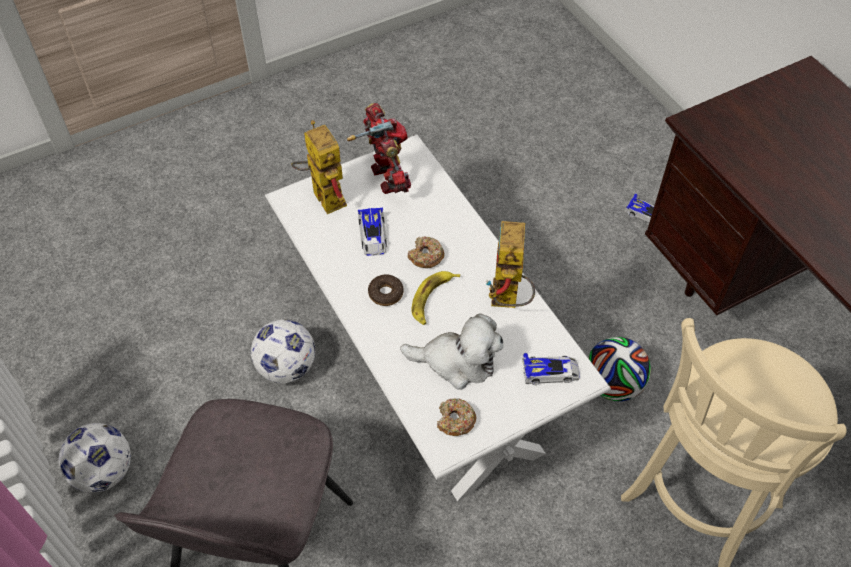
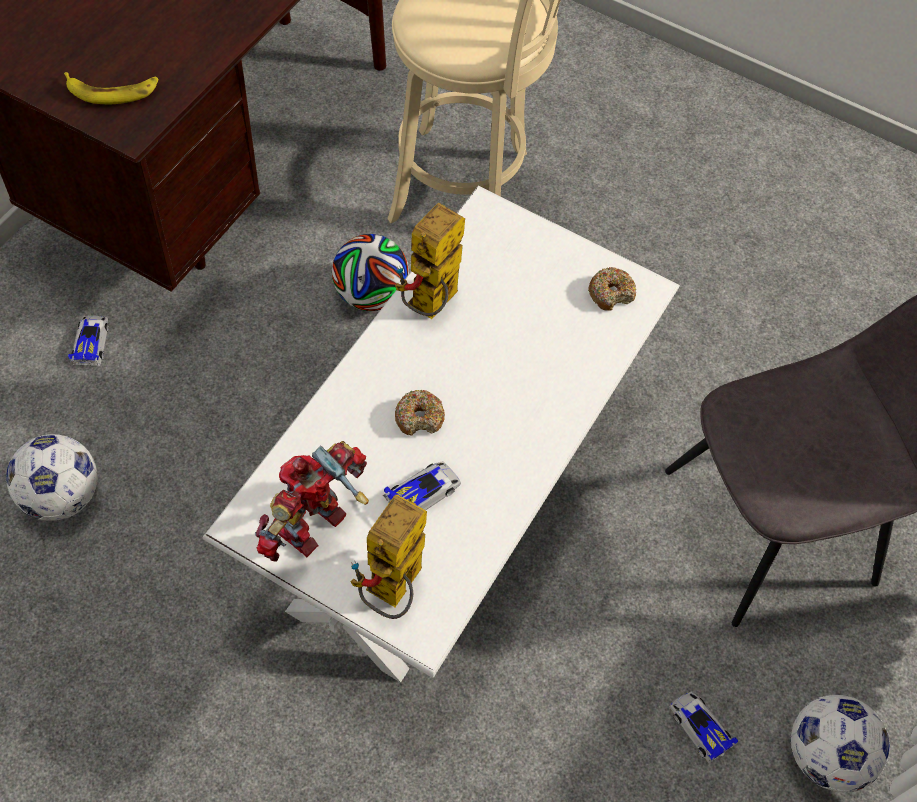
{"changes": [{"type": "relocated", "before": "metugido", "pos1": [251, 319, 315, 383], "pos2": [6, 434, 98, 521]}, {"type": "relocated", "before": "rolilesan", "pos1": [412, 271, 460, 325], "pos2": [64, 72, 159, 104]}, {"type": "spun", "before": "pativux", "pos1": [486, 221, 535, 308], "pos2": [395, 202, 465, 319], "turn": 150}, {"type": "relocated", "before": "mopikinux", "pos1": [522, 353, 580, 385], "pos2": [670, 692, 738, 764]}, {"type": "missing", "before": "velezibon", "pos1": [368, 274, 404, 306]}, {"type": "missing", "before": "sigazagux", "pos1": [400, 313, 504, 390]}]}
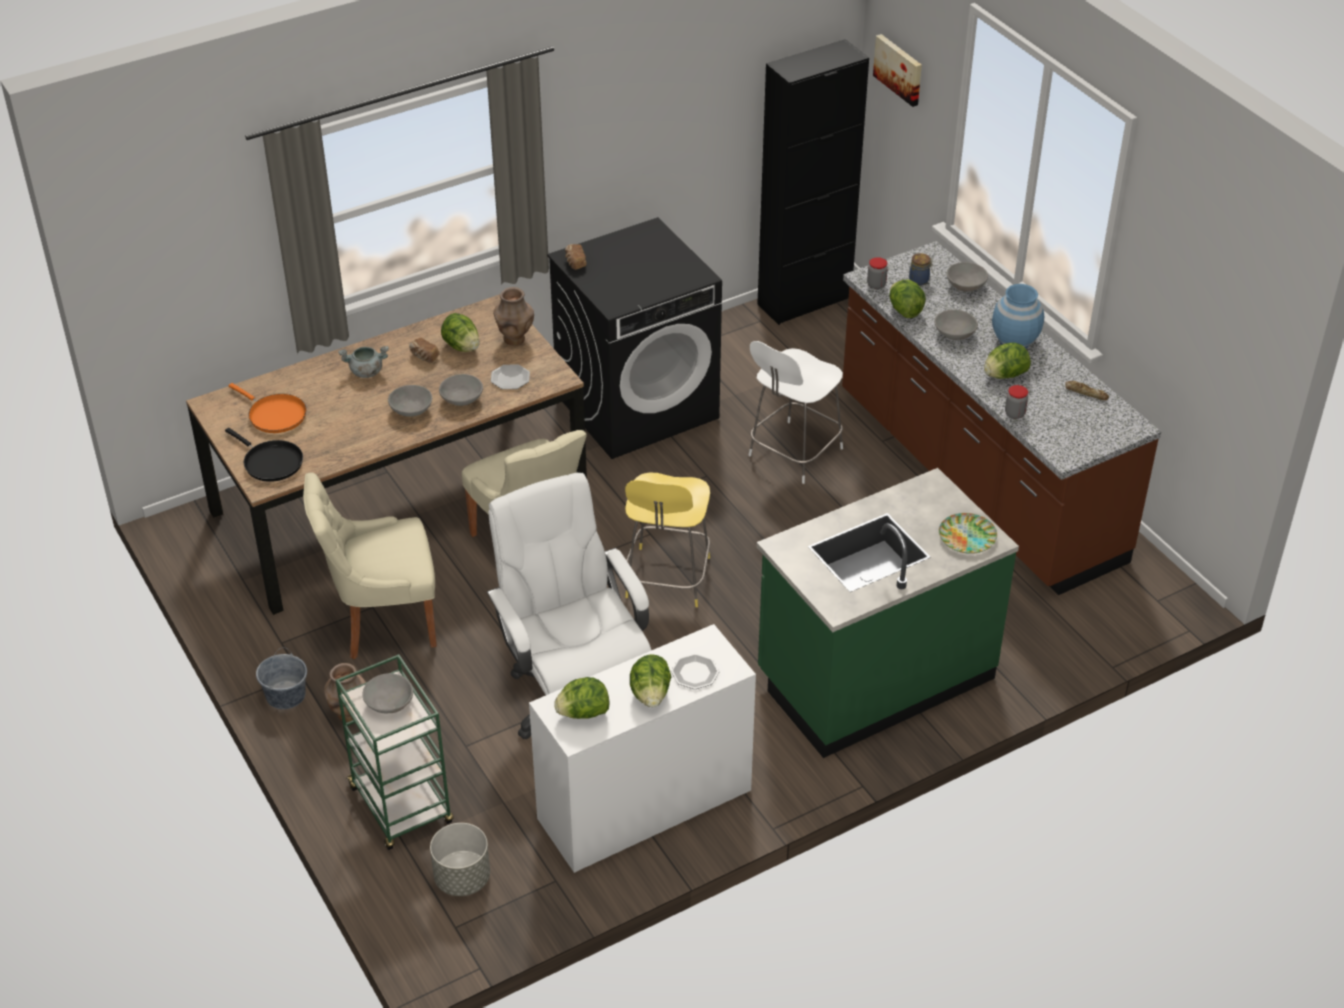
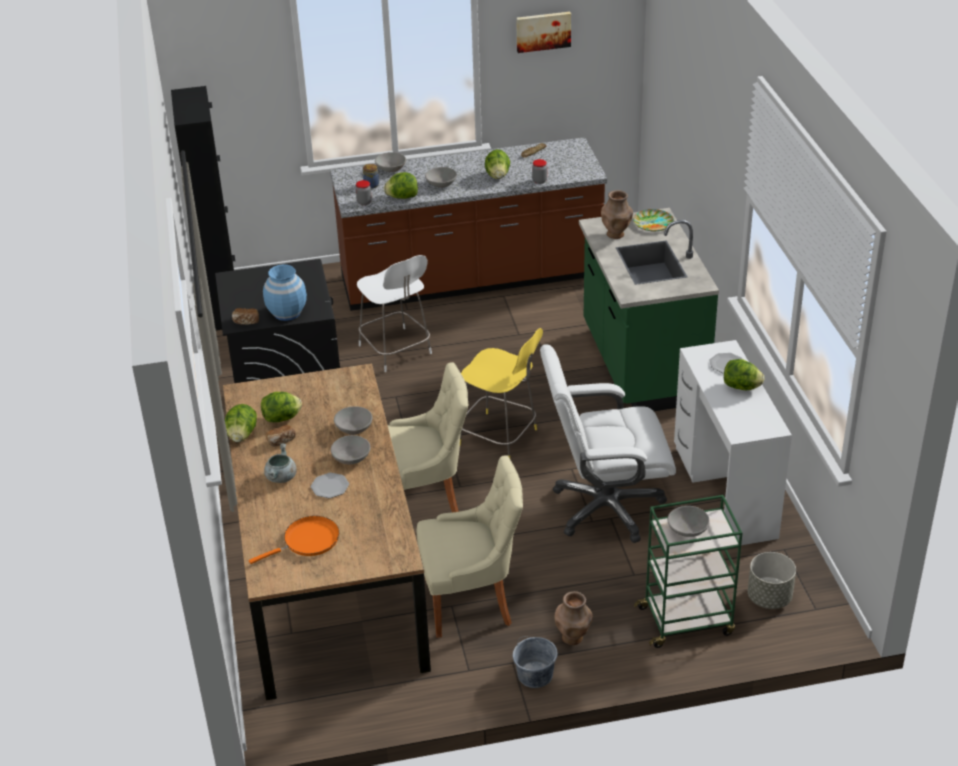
{"changes": [{"type": "relocated", "before": "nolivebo", "pos1": [554, 677, 609, 719], "pos2": [225, 404, 257, 442]}, {"type": "relocated", "before": "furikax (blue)", "pos1": [992, 284, 1044, 348], "pos2": [263, 264, 307, 321]}, {"type": "relocated", "before": "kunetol", "pos1": [491, 365, 530, 389], "pos2": [311, 473, 349, 498]}, {"type": "spun", "before": "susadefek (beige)", "pos1": [303, 472, 437, 659], "pos2": [416, 455, 523, 638], "turn": -105}, {"type": "relocated", "before": "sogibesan", "pos1": [873, 34, 922, 107], "pos2": [516, 12, 571, 53]}, {"type": "relocated", "before": "furikax (brown)", "pos1": [493, 287, 534, 346], "pos2": [601, 190, 633, 239]}, {"type": "missing", "before": "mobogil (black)", "pos1": [225, 428, 303, 482]}]}
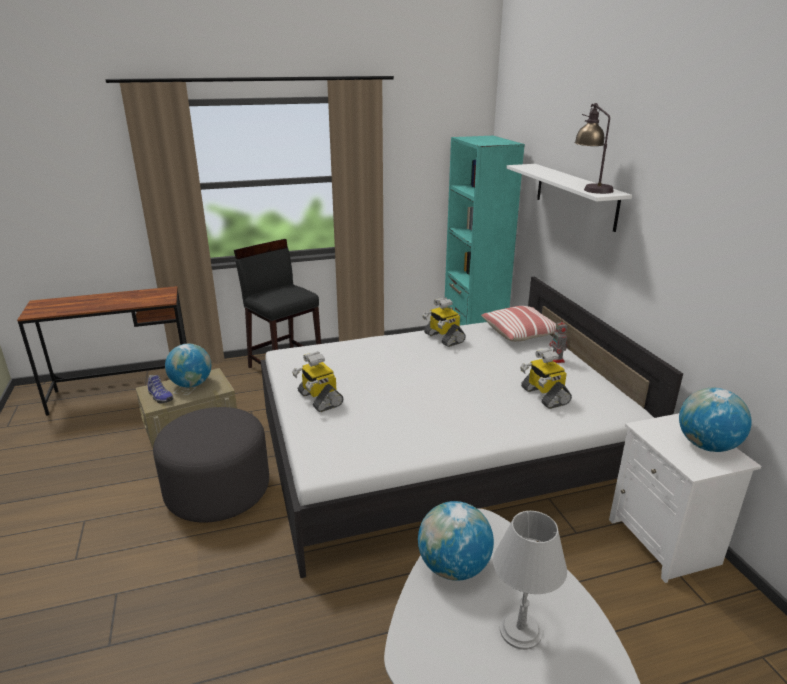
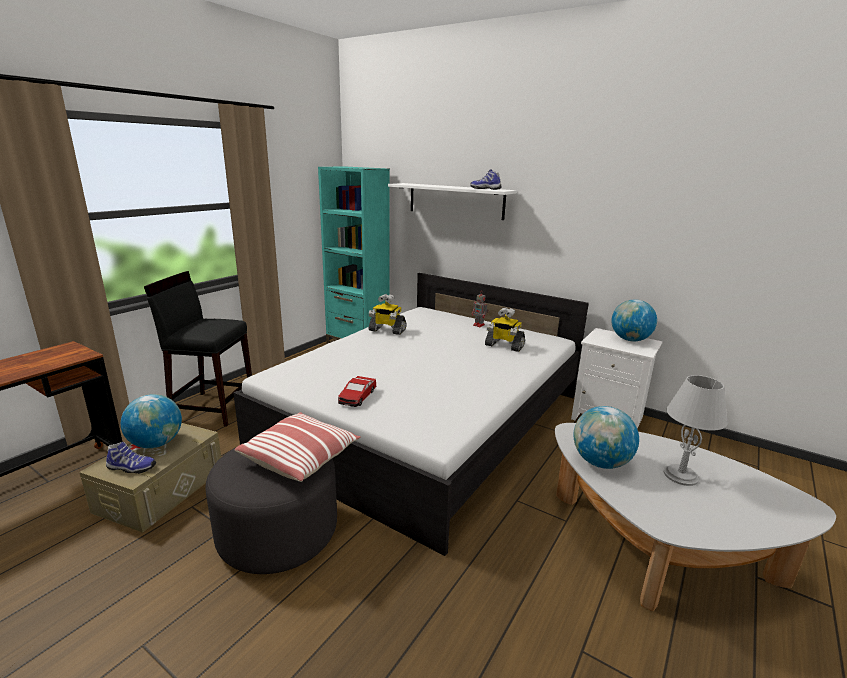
{"changes": [{"type": "relocated", "before": "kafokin", "pos1": [481, 306, 556, 342], "pos2": [235, 412, 361, 482]}, {"type": "exchanged", "before": "pativux", "after": "mopikinux", "pos1": [292, 352, 343, 412], "pos2": [338, 376, 376, 407]}, {"type": "exchanged", "before": "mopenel", "after": "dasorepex", "pos1": [574, 103, 614, 194], "pos2": [470, 169, 501, 190]}]}
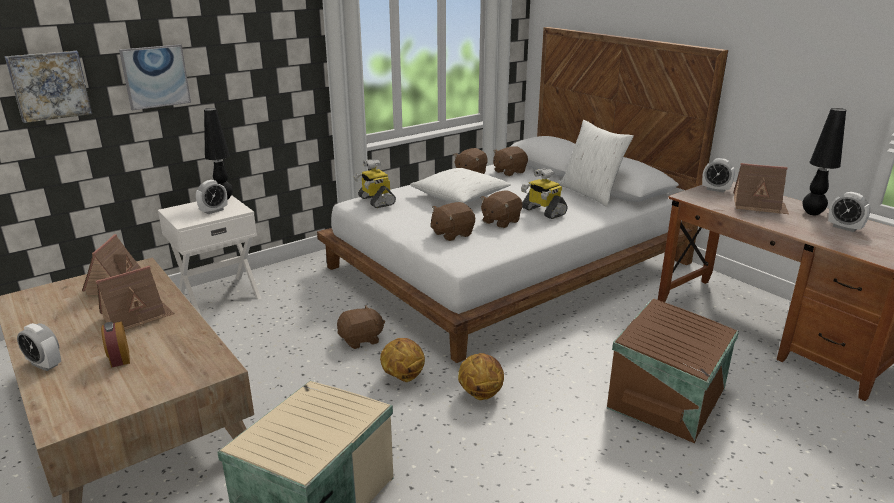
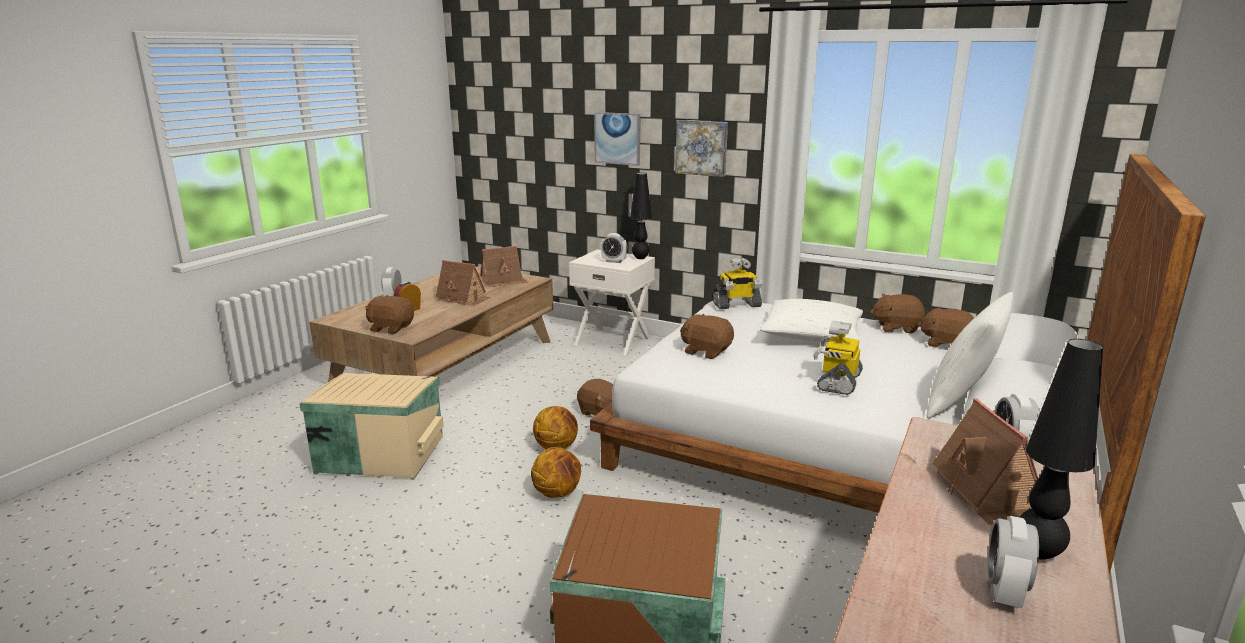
{"changes": [{"type": "relocated", "before": "sigazagux (brown)", "pos1": [481, 190, 523, 228], "pos2": [365, 295, 414, 334]}, {"type": "relocated", "before": "sogibesan", "pos1": [5, 51, 92, 123], "pos2": [675, 120, 728, 177]}, {"type": "spun", "before": "pativux", "pos1": [354, 159, 396, 208], "pos2": [713, 258, 762, 309], "turn": -135}]}
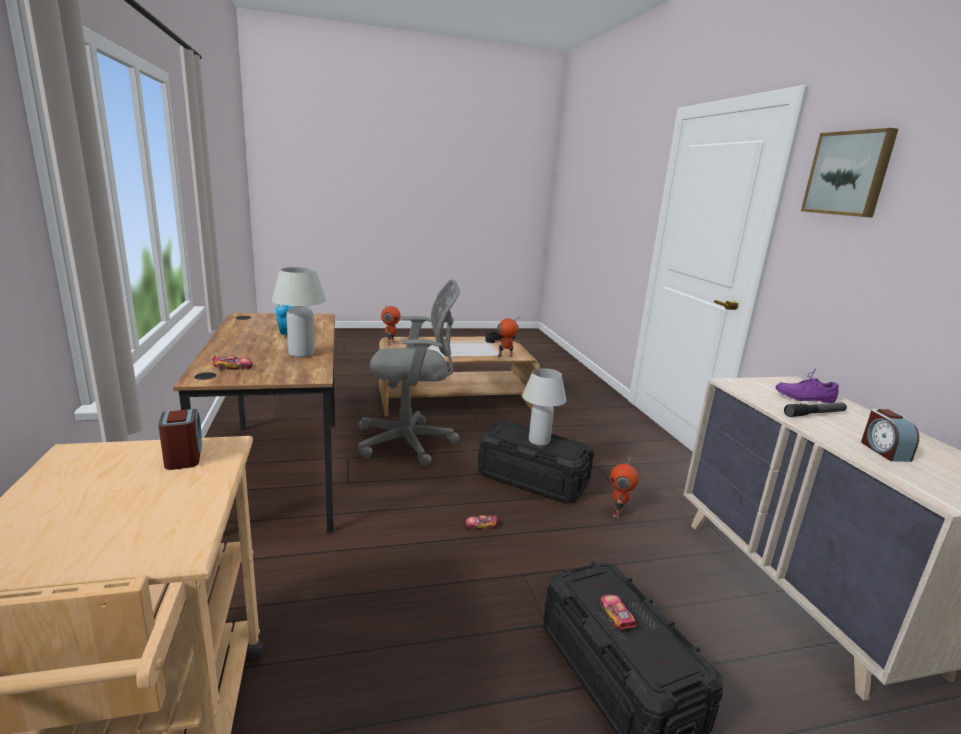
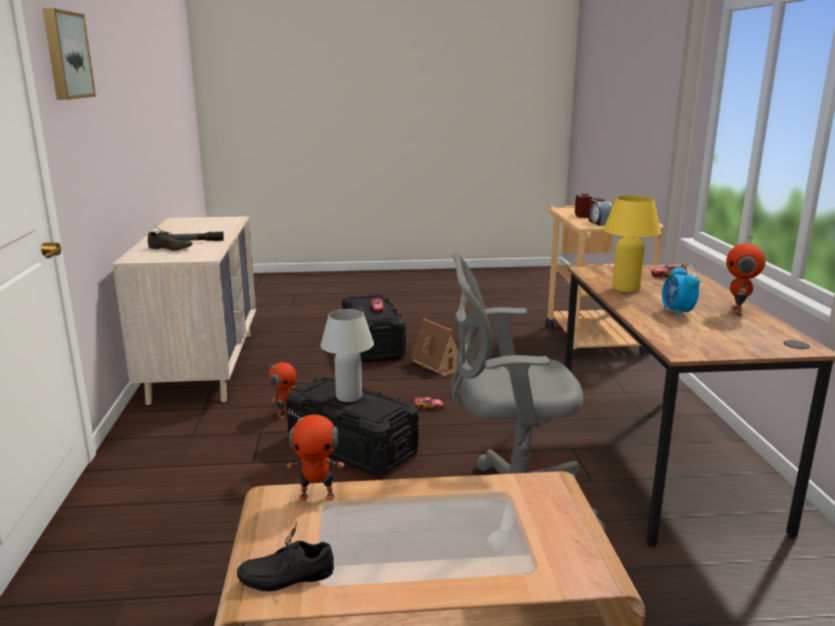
{"changes": [{"type": "colour", "before": "dasorepex (purple)", "after": "dasorepex (grey)", "pos1": [775, 368, 839, 403], "pos2": [148, 227, 192, 251]}, {"type": "appeared", "after": "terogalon", "pos2": [410, 319, 460, 376]}, {"type": "relocated", "before": "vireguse", "pos1": [861, 409, 919, 462], "pos2": [575, 193, 592, 218]}, {"type": "colour", "before": "mopenel (white)", "after": "mopenel (yellow)", "pos1": [272, 267, 326, 358], "pos2": [603, 195, 661, 293]}, {"type": "relocated", "before": "pativux", "pos1": [381, 306, 401, 345], "pos2": [726, 235, 766, 316]}]}
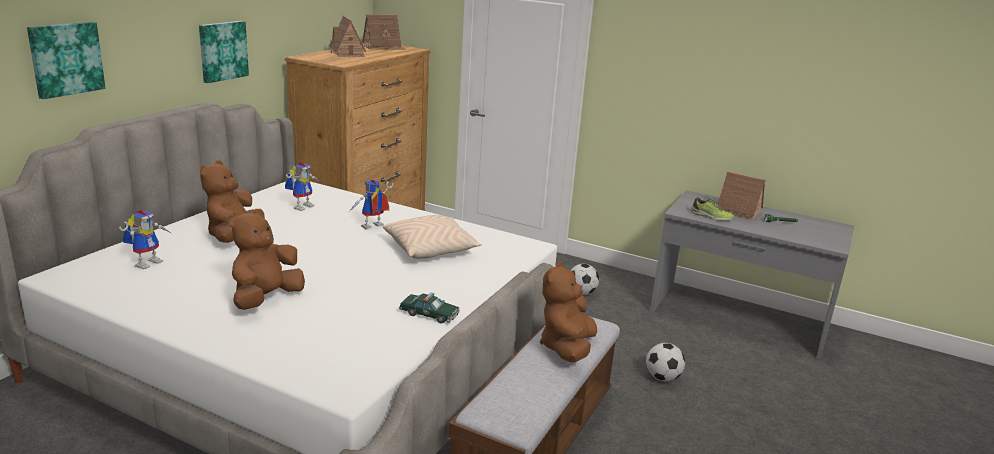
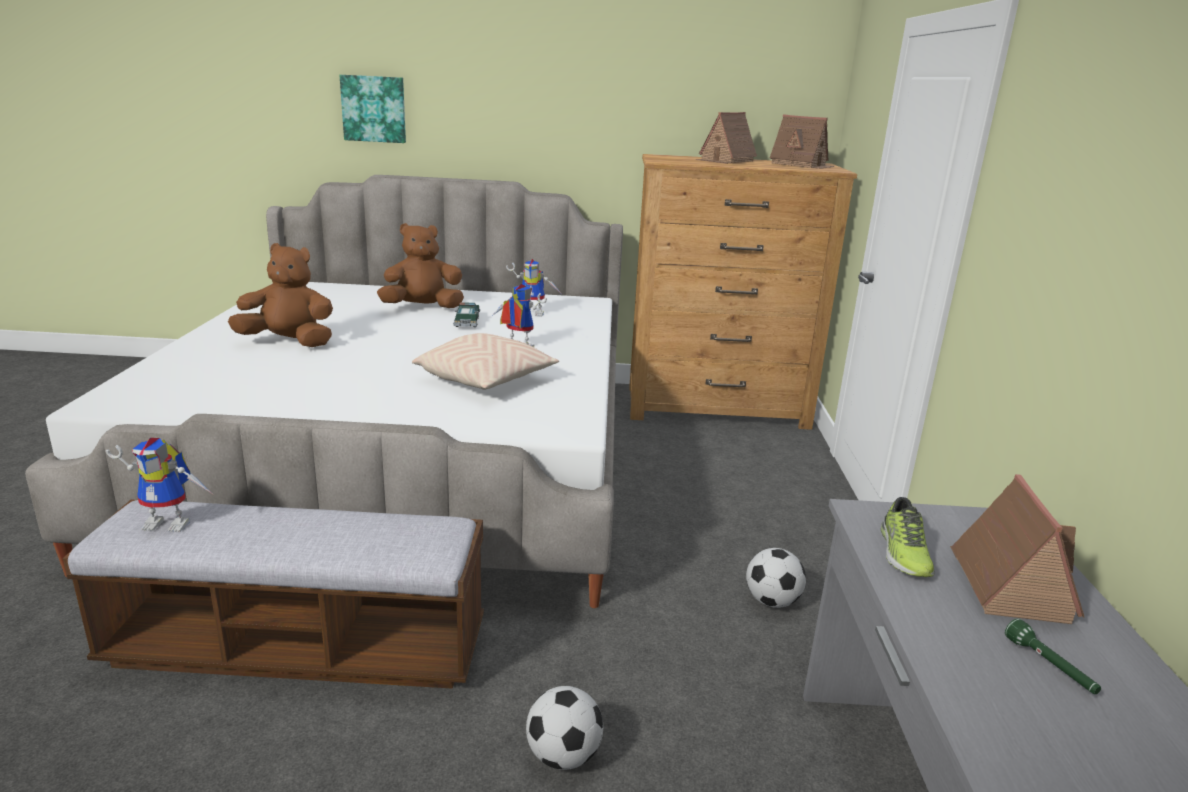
{"changes": [{"type": "relocated", "before": "pativux", "pos1": [119, 210, 171, 269], "pos2": [106, 438, 212, 532]}, {"type": "relocated", "before": "mopikinux", "pos1": [399, 293, 460, 324], "pos2": [453, 302, 481, 327]}, {"type": "missing", "before": "sogibesan", "pos1": [199, 21, 249, 83]}, {"type": "missing", "before": "sigazagux (brown)", "pos1": [540, 261, 597, 363]}]}
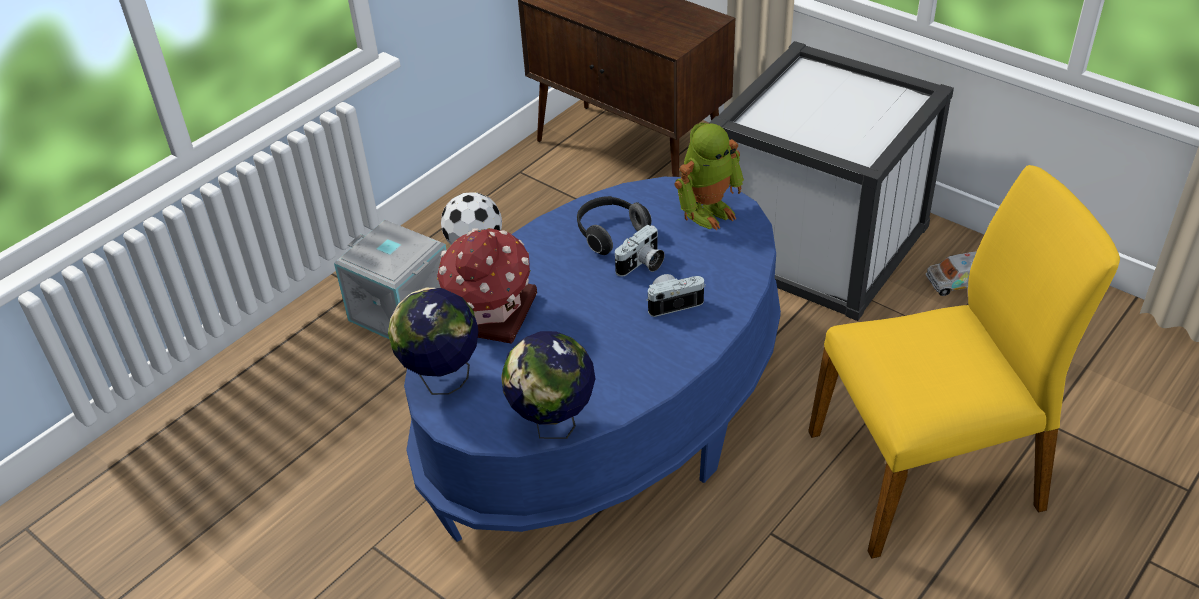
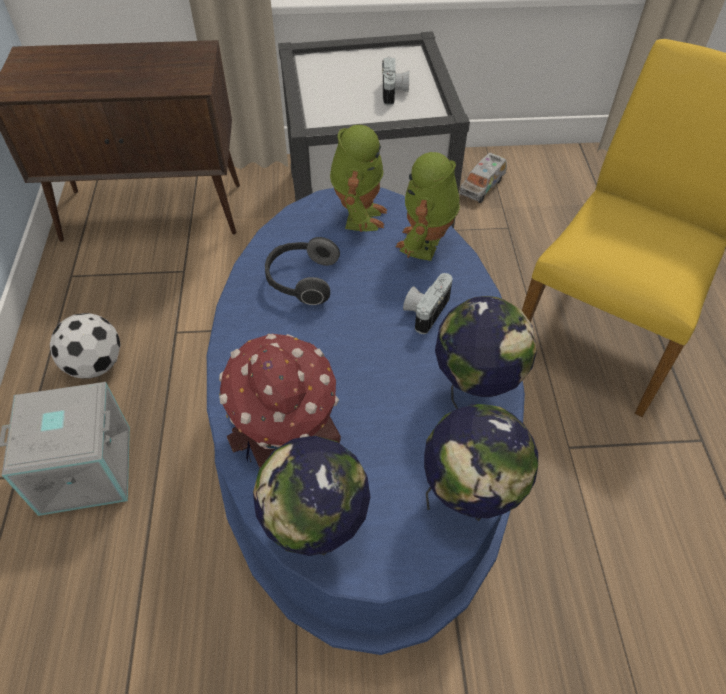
{"changes": [{"type": "relocated", "before": "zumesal", "pos1": [615, 224, 665, 277], "pos2": [382, 57, 409, 106]}, {"type": "appeared", "after": "pativux", "pos2": [396, 152, 460, 261]}, {"type": "appeared", "after": "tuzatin", "pos2": [435, 296, 537, 409]}]}
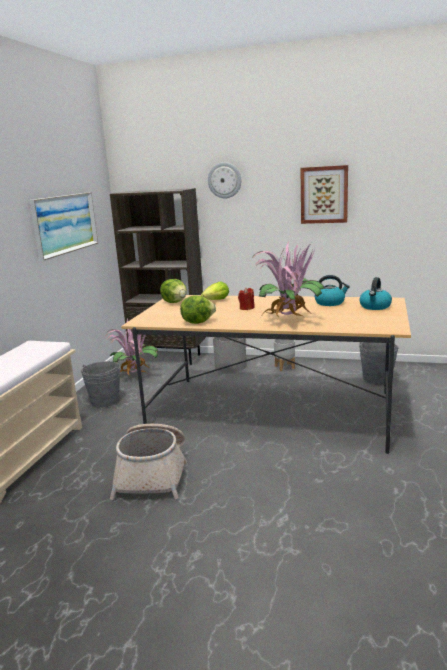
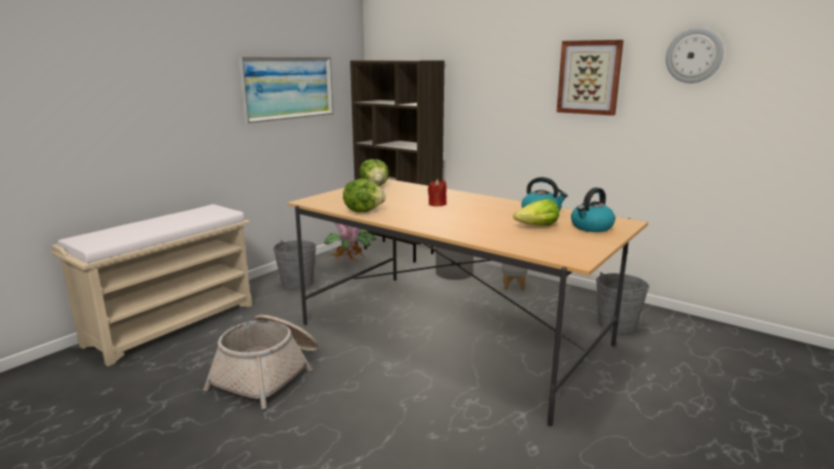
{"changes": [{"type": "relocated", "before": "nolivebo", "pos1": [201, 281, 229, 300], "pos2": [513, 199, 559, 226]}, {"type": "relocated", "before": "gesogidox", "pos1": [208, 162, 242, 198], "pos2": [666, 28, 724, 83]}, {"type": "missing", "before": "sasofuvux", "pos1": [251, 242, 325, 317]}]}
